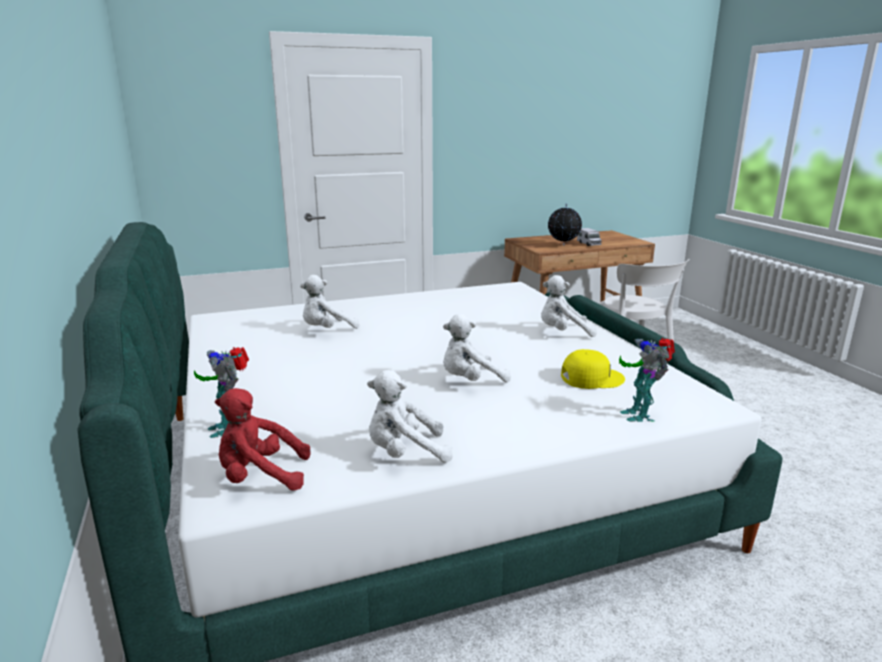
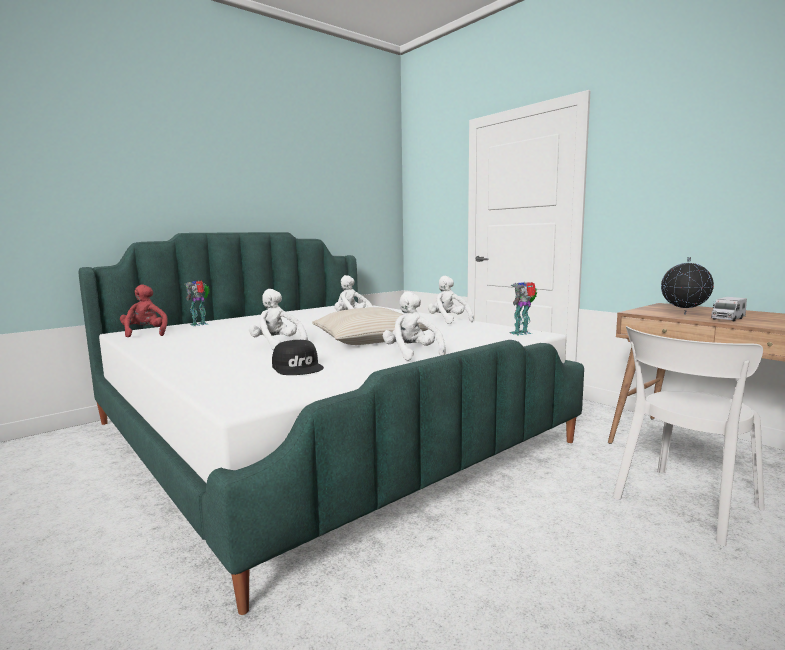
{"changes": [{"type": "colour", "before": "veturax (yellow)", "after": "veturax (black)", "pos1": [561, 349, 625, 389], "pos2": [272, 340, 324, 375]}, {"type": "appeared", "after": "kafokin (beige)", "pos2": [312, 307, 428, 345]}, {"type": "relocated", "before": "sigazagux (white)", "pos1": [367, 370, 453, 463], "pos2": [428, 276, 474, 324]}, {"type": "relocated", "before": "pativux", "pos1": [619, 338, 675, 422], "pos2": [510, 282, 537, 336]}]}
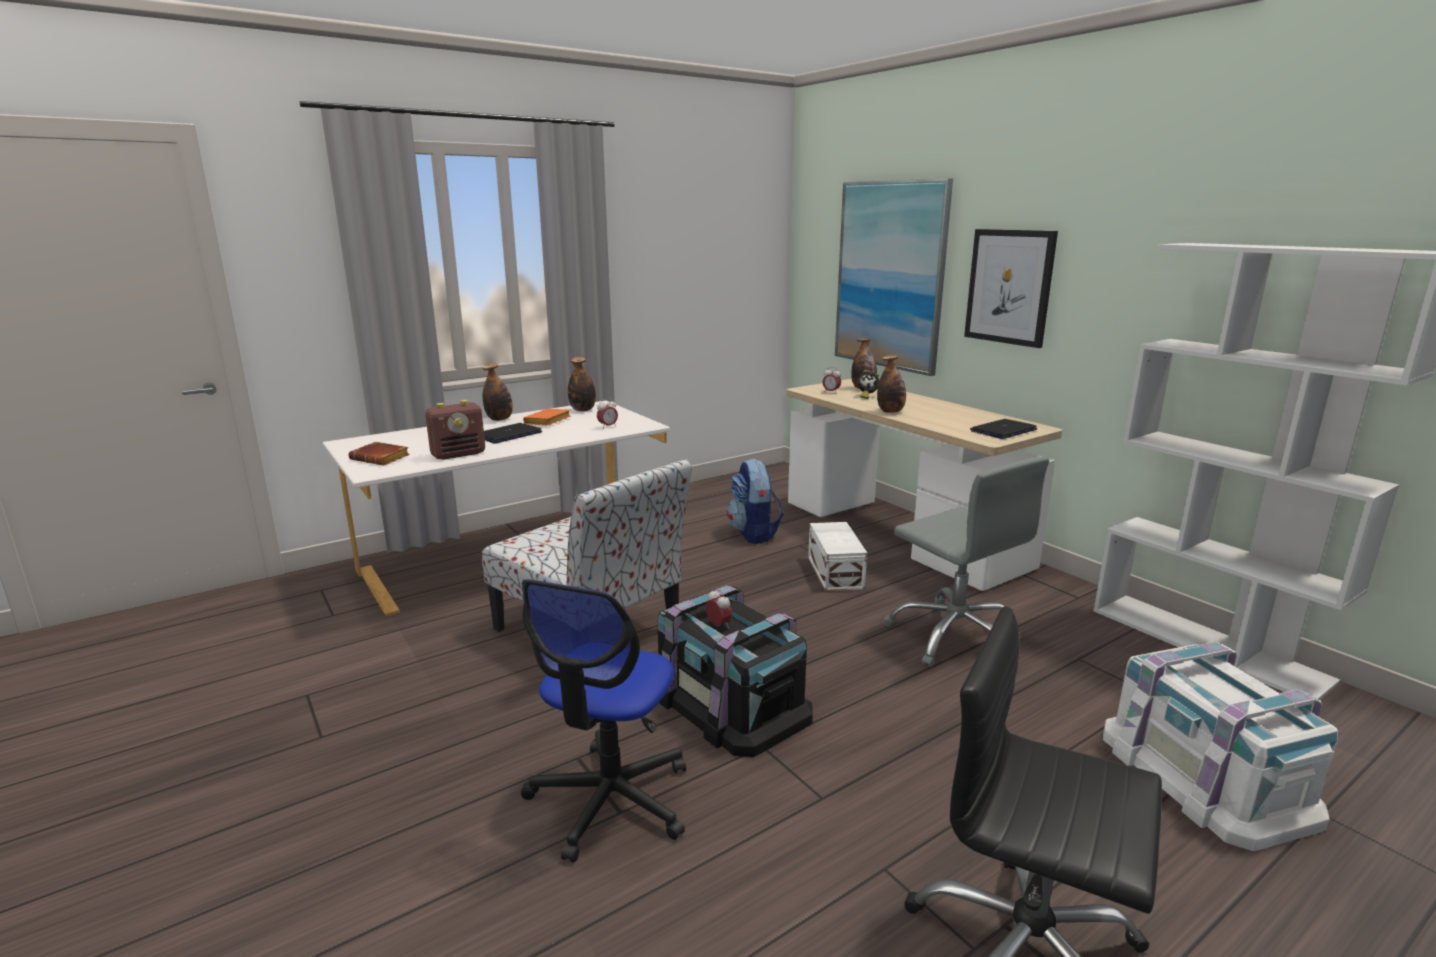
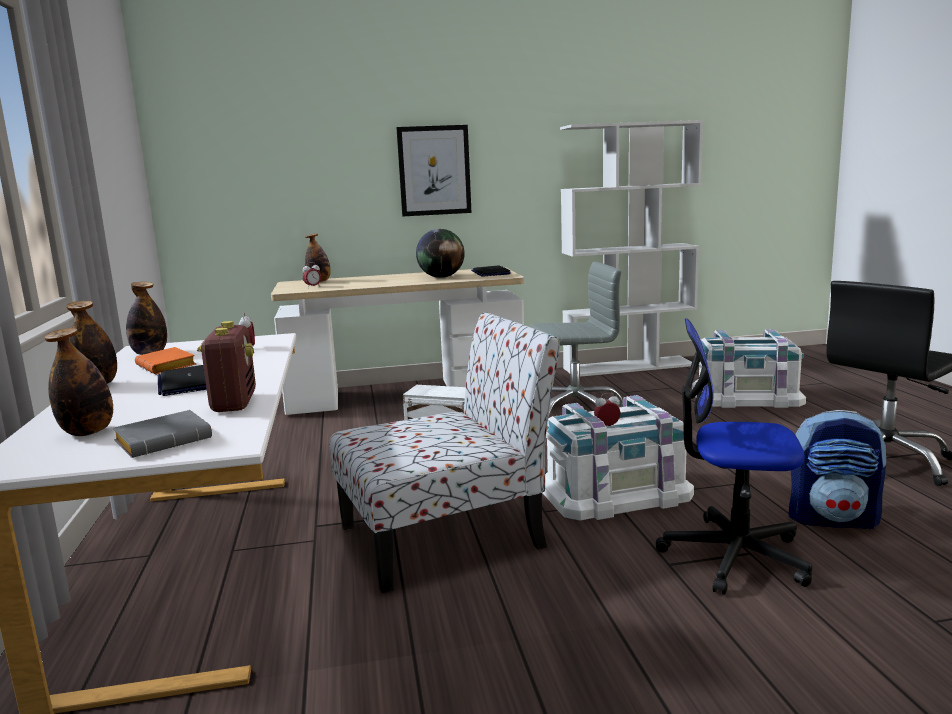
{"changes": [{"type": "relocated", "before": "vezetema", "pos1": [877, 355, 906, 413], "pos2": [44, 328, 113, 436]}, {"type": "colour", "before": "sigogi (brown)", "after": "sigogi (grey)", "pos1": [348, 442, 410, 465], "pos2": [113, 410, 212, 458]}, {"type": "appeared", "after": "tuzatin", "pos2": [416, 229, 465, 278]}, {"type": "colour", "before": "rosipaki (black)", "after": "rosipaki (white)", "pos1": [658, 585, 813, 757], "pos2": [543, 395, 694, 520]}, {"type": "spun", "before": "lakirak", "pos1": [521, 579, 686, 863], "pos2": [656, 318, 812, 595], "turn": 150}, {"type": "relocated", "before": "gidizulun", "pos1": [727, 458, 784, 544], "pos2": [789, 410, 887, 529]}, {"type": "missing", "before": "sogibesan", "pos1": [835, 178, 953, 376]}, {"type": "missing", "before": "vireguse", "pos1": [858, 370, 879, 399]}]}
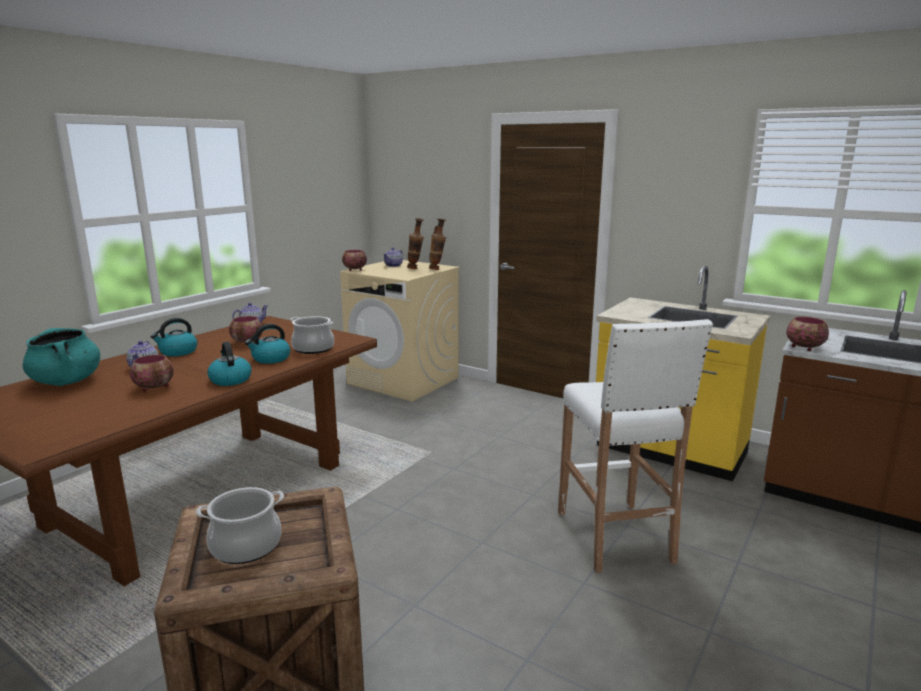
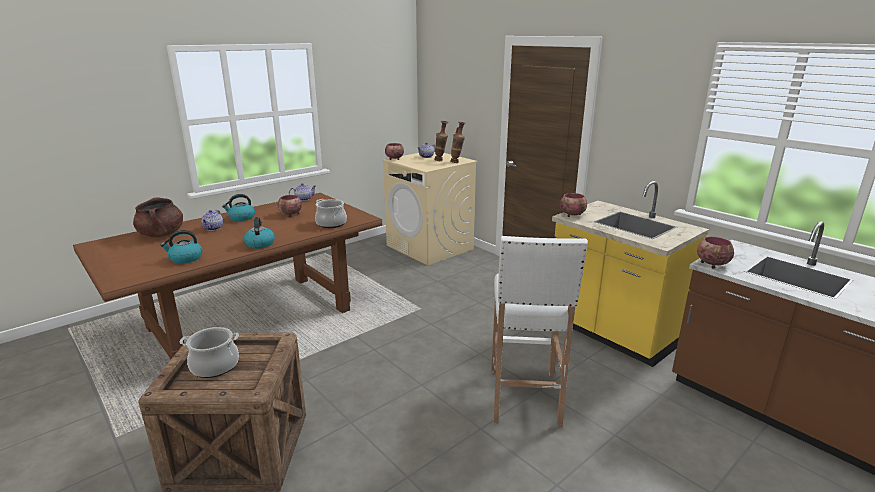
{"changes": [{"type": "colour", "before": "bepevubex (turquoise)", "after": "bepevubex (brown)", "pos1": [23, 328, 100, 386], "pos2": [133, 197, 183, 238]}, {"type": "relocated", "before": "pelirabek", "pos1": [245, 324, 290, 364], "pos2": [160, 230, 202, 264]}, {"type": "relocated", "before": "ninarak", "pos1": [130, 355, 174, 391], "pos2": [560, 193, 587, 217]}]}
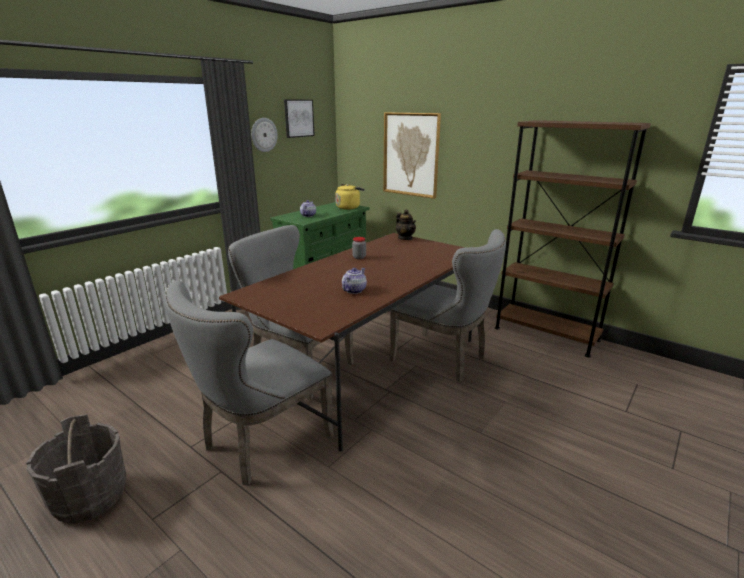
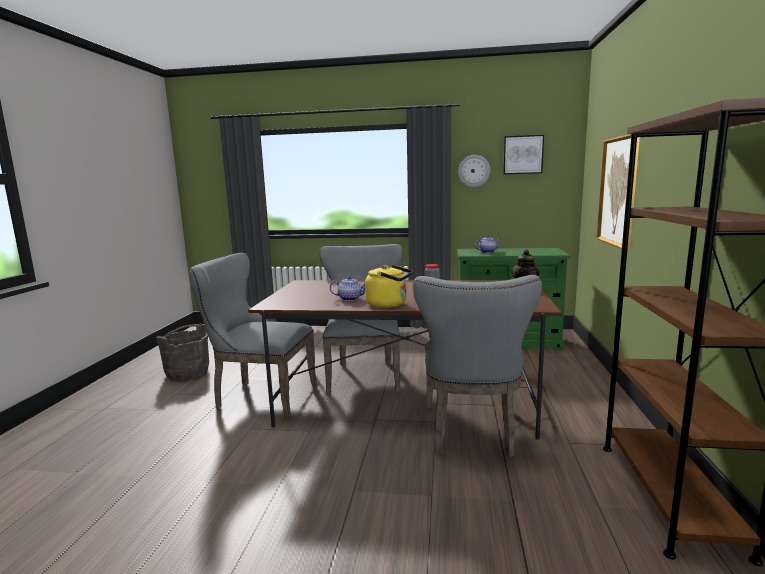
{"changes": [{"type": "relocated", "before": "pelirabek (yellow)", "pos1": [335, 184, 364, 209], "pos2": [365, 265, 413, 308]}]}
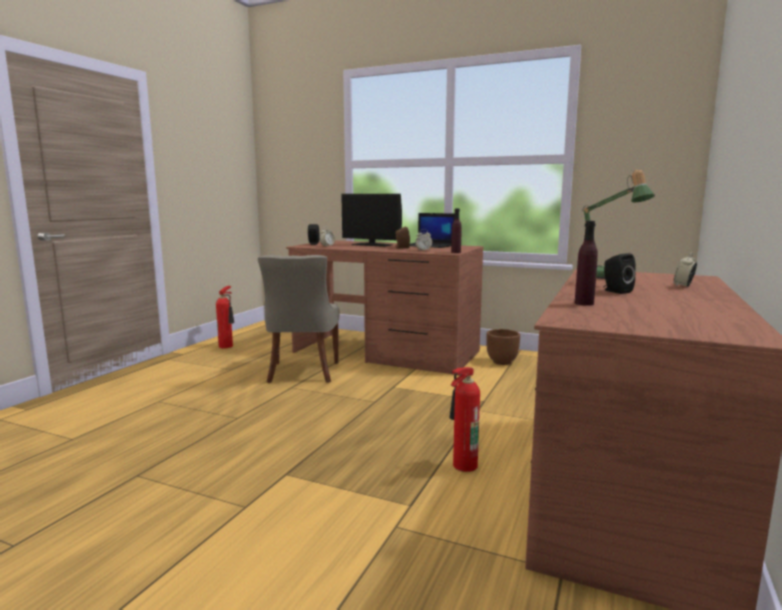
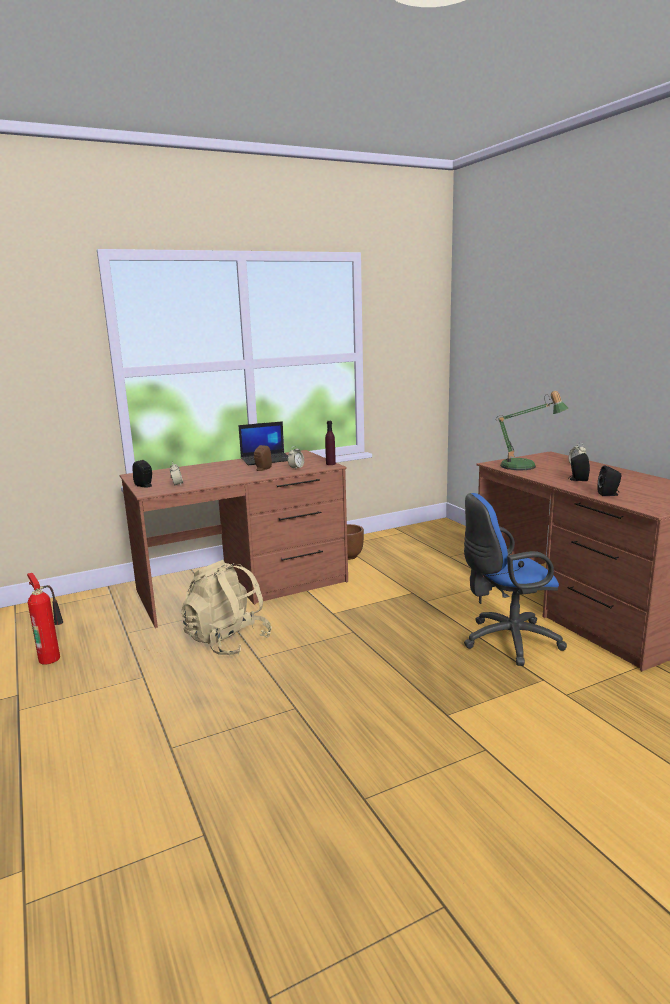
{"changes": [{"type": "exchanged", "before": "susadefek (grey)", "after": "gidizulun (beige)", "pos1": [258, 255, 339, 383], "pos2": [181, 560, 272, 655]}, {"type": "exchanged", "before": "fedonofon", "after": "lakirak (blue)", "pos1": [449, 367, 480, 472], "pos2": [464, 493, 567, 666]}, {"type": "exchanged", "before": "vezetema (purple)", "after": "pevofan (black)", "pos1": [575, 221, 598, 306], "pos2": [597, 465, 622, 496]}, {"type": "missing", "before": "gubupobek", "pos1": [341, 194, 402, 247]}]}
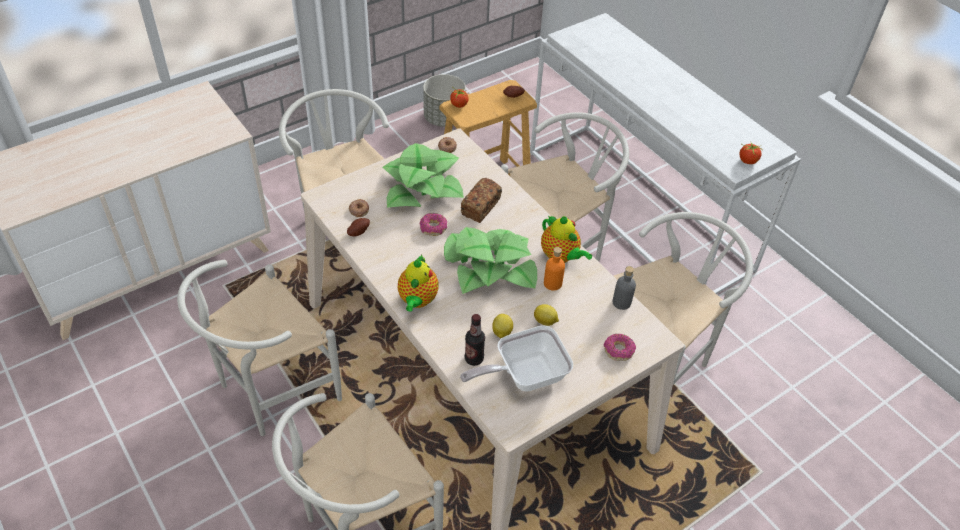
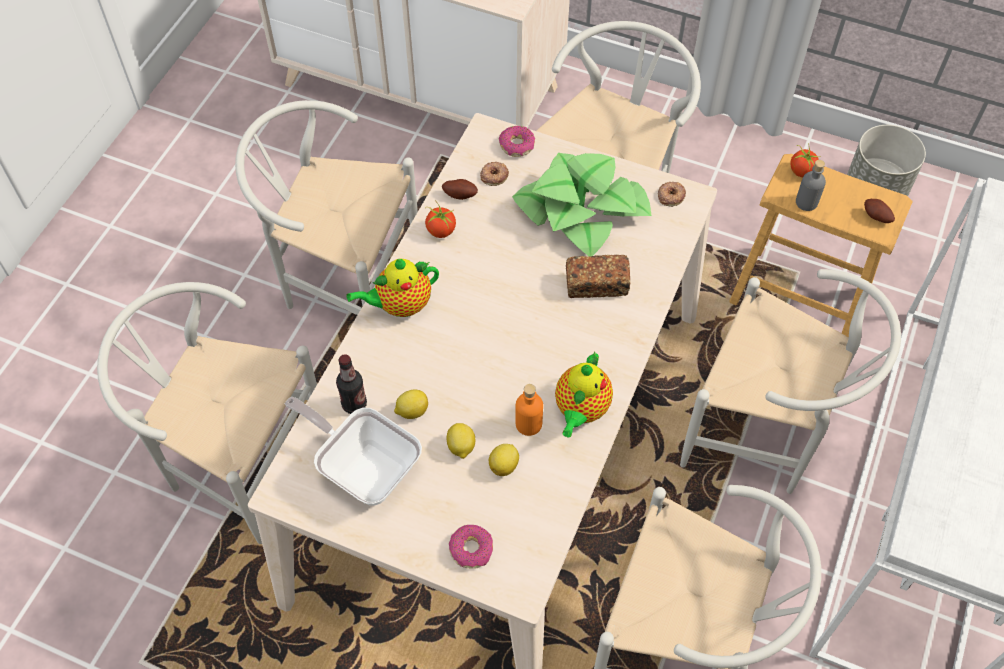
{"changes": [{"type": "relocated", "before": "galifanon", "pos1": [739, 143, 762, 164], "pos2": [425, 200, 456, 238]}, {"type": "appeared", "after": "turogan", "pos2": [489, 444, 519, 476]}, {"type": "relocated", "before": "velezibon", "pos1": [420, 213, 447, 236], "pos2": [499, 126, 535, 157]}, {"type": "relocated", "before": "vezetema (grey)", "pos1": [613, 266, 636, 310], "pos2": [796, 160, 826, 211]}, {"type": "missing", "before": "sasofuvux", "pos1": [444, 227, 537, 294]}]}
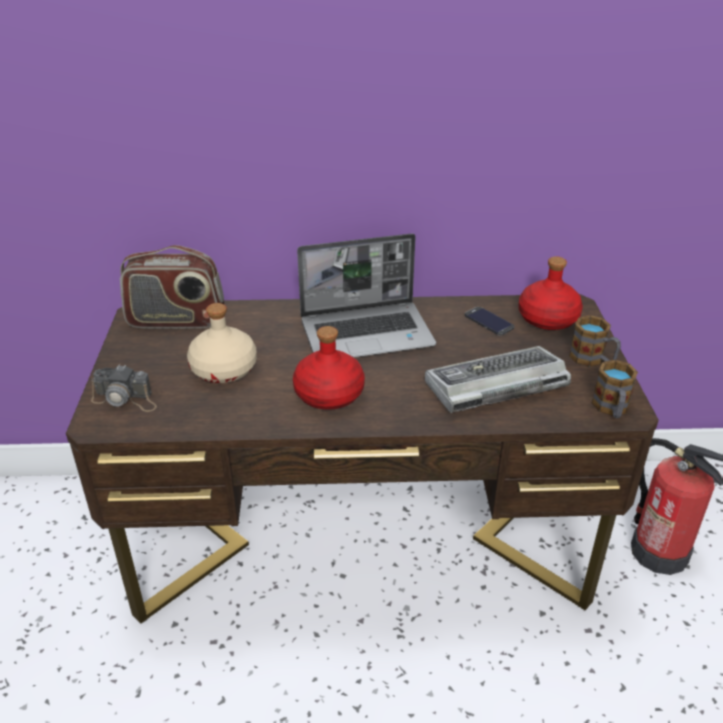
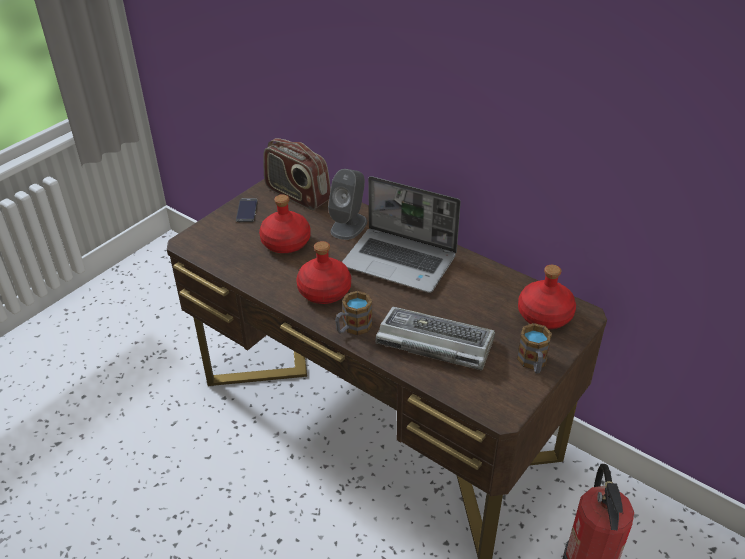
{"changes": [{"type": "relocated", "before": "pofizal", "pos1": [465, 307, 514, 335], "pos2": [236, 198, 258, 222]}, {"type": "colour", "before": "vezetema (beige)", "after": "vezetema (red)", "pos1": [187, 303, 257, 383], "pos2": [259, 194, 311, 253]}, {"type": "appeared", "after": "pevofan (grey)", "pos2": [328, 169, 367, 240]}, {"type": "relocated", "before": "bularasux", "pos1": [592, 360, 638, 418], "pos2": [335, 291, 372, 335]}, {"type": "missing", "before": "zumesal", "pos1": [91, 365, 157, 412]}]}
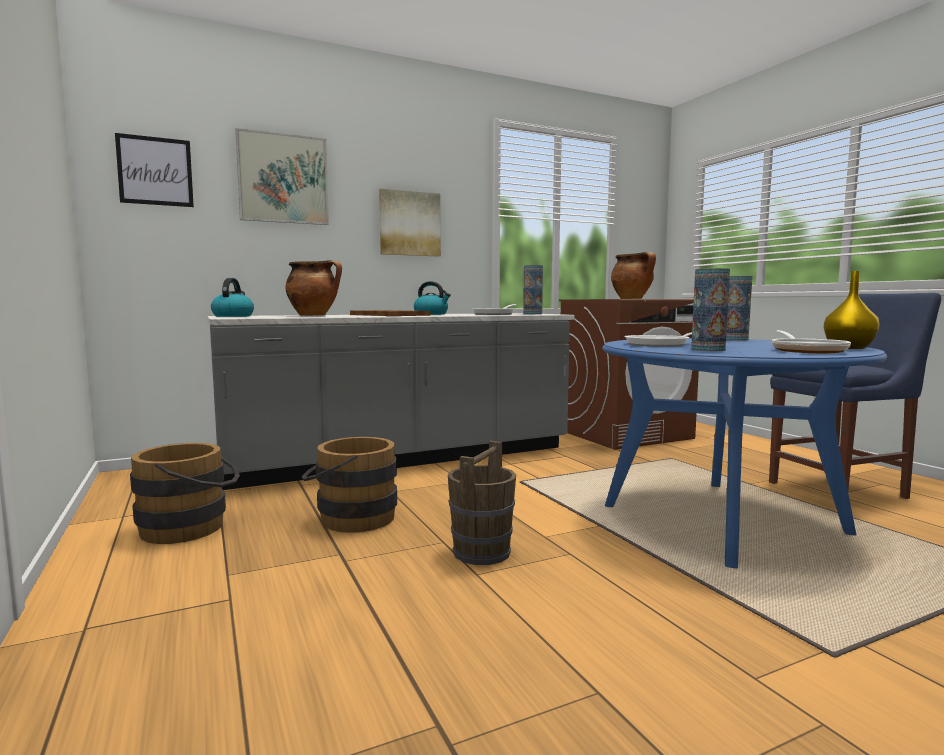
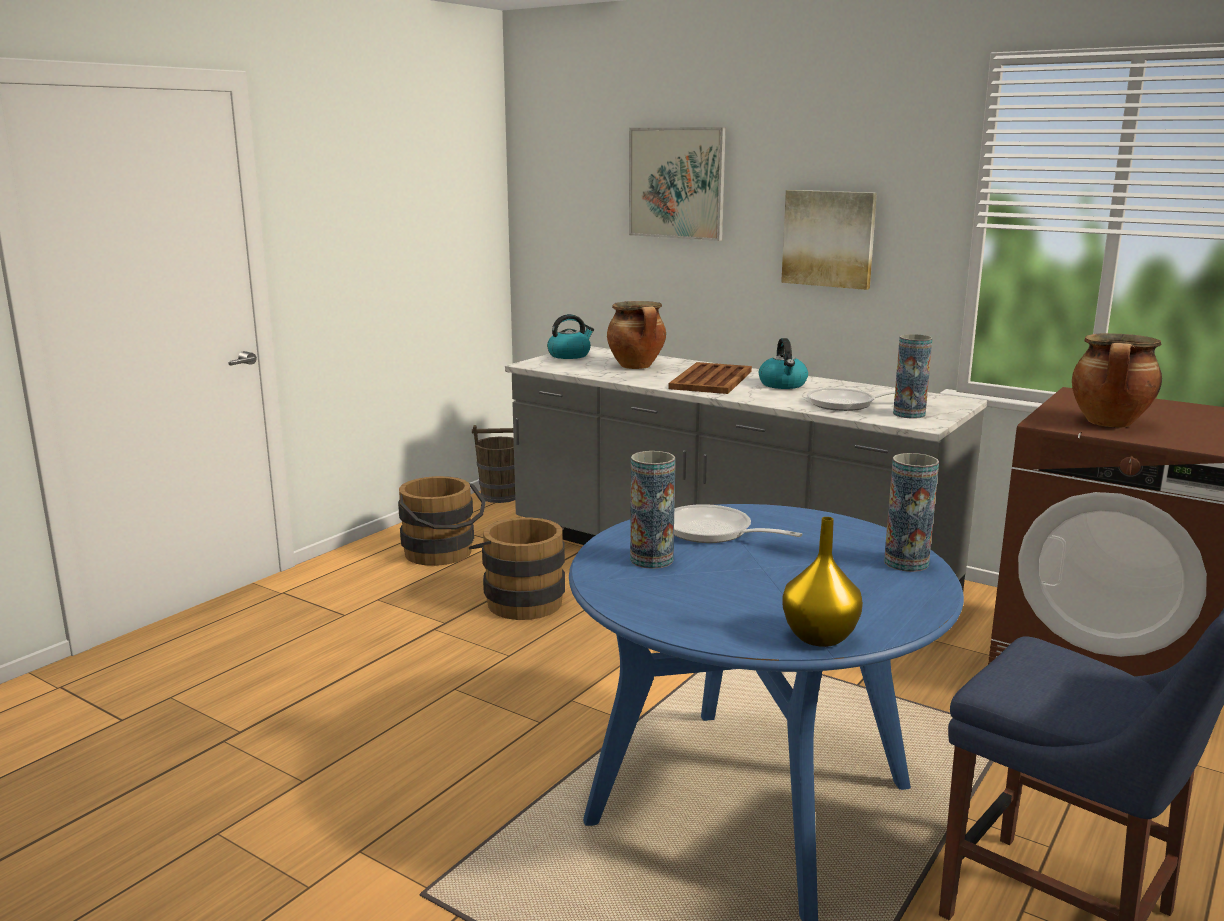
{"changes": [{"type": "relocated", "before": "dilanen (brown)", "pos1": [448, 441, 516, 565], "pos2": [472, 425, 515, 503]}, {"type": "missing", "before": "sogibesan", "pos1": [115, 133, 194, 207]}, {"type": "missing", "before": "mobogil", "pos1": [772, 330, 851, 353]}]}
